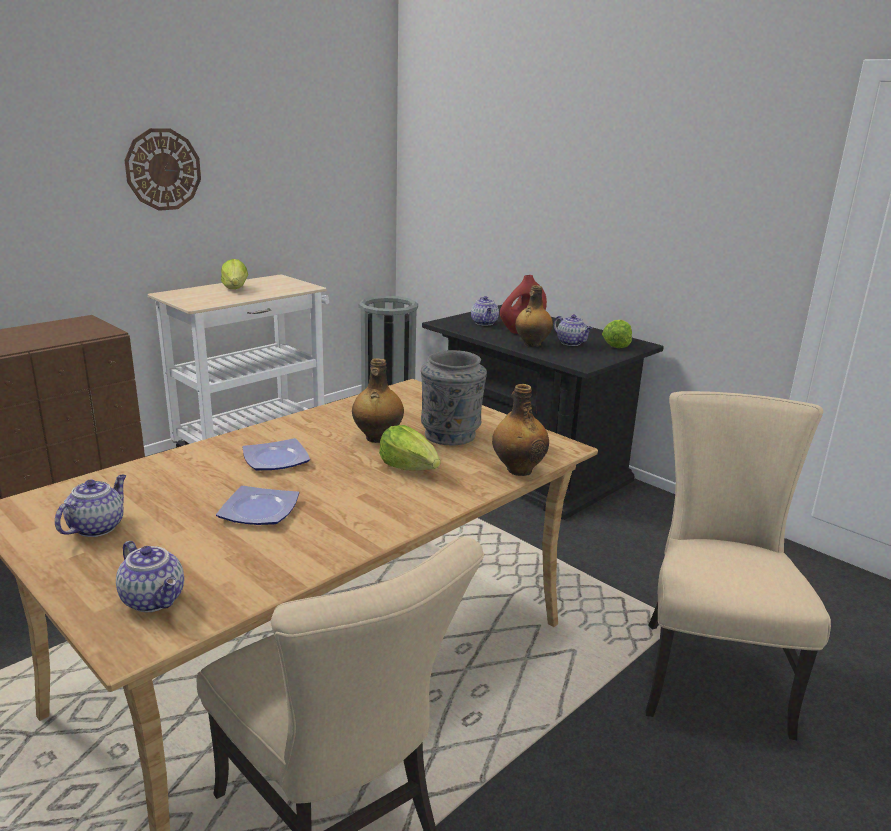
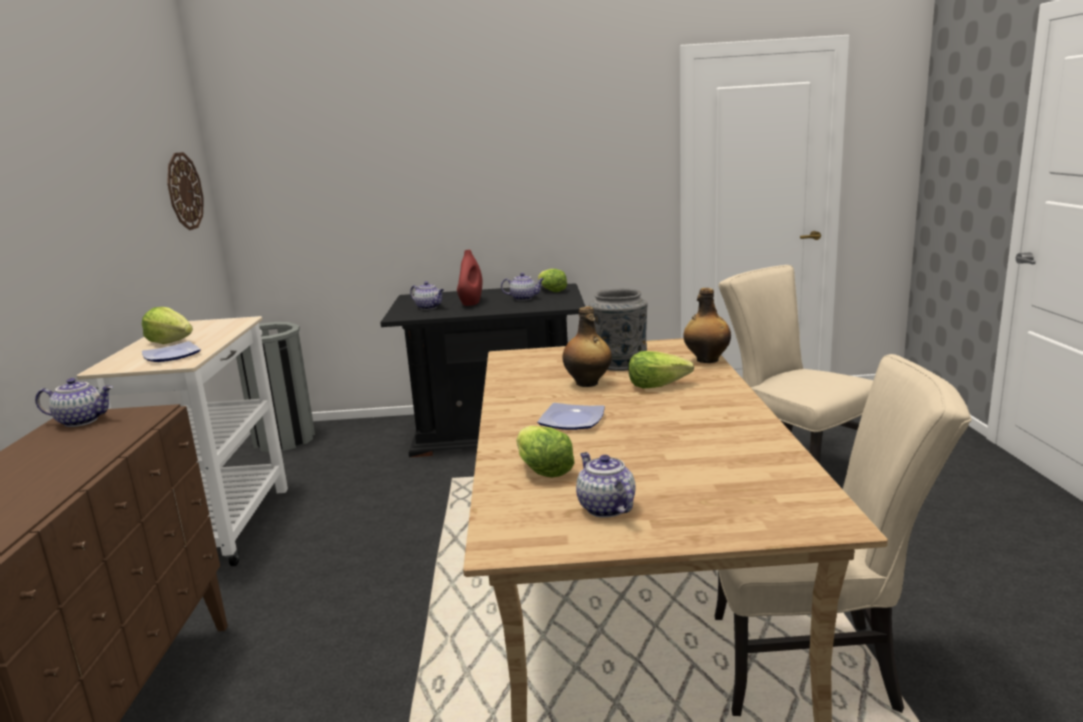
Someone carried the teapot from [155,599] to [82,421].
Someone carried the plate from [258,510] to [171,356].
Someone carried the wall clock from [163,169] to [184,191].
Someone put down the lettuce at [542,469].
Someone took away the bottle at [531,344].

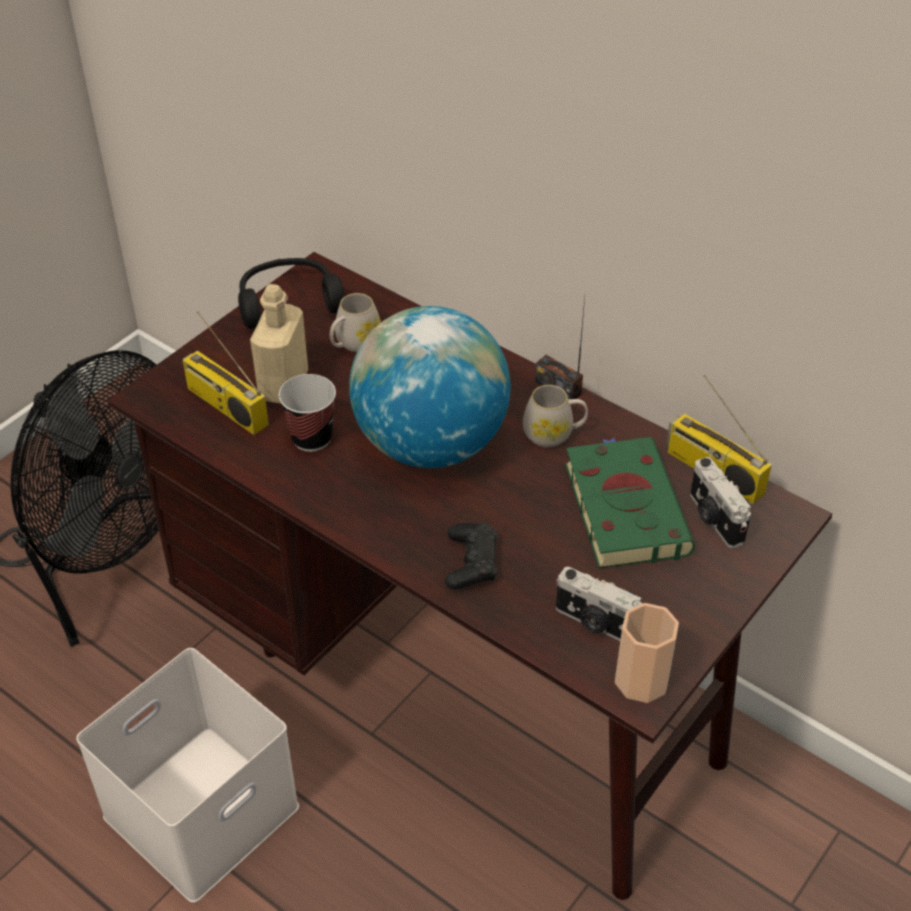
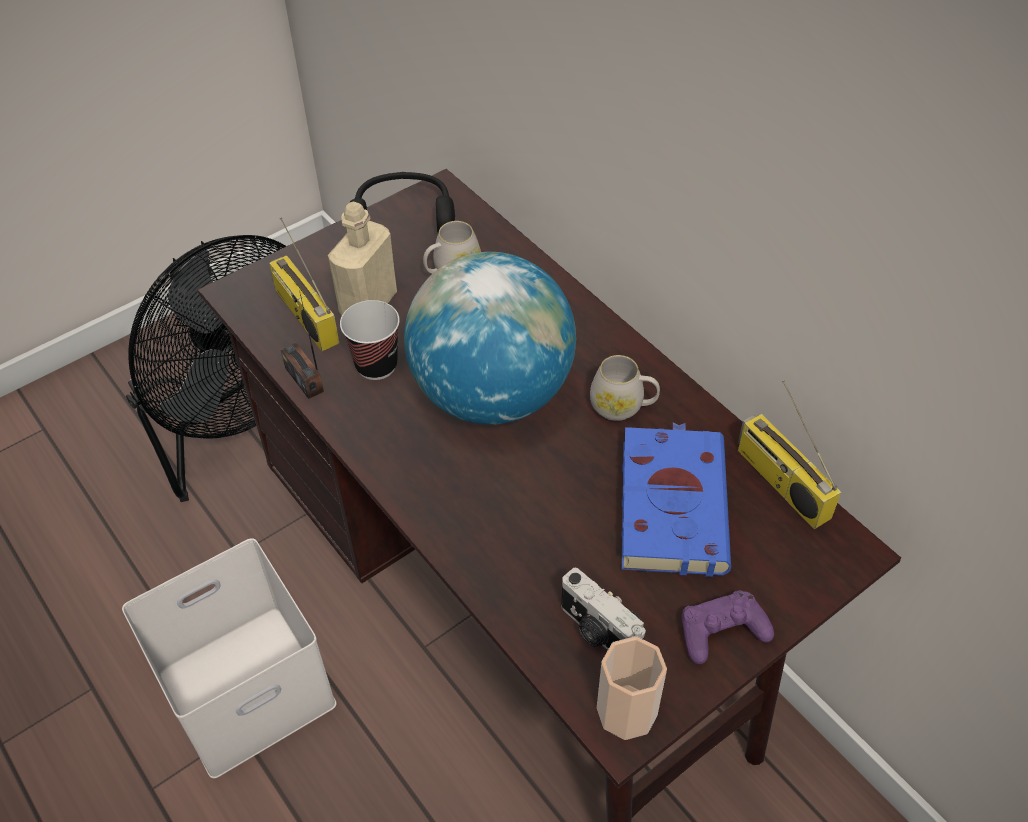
Someone carried the radio from [558,387] to [304,379].
Someone repainted the green book at [623,505], which became the blue book at [671,502].
Someone put down the purple game controller at [722,631].
Someone took away the black game controller at [471,562].
Someone took away the photo camera at [714,519].

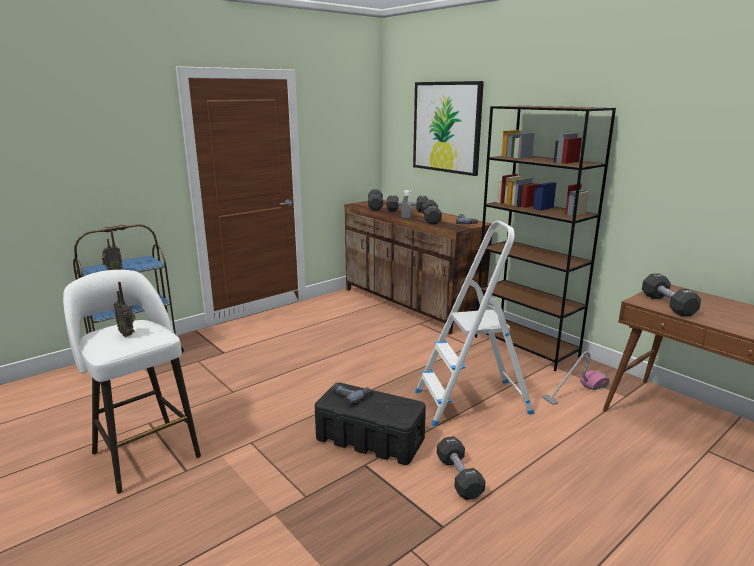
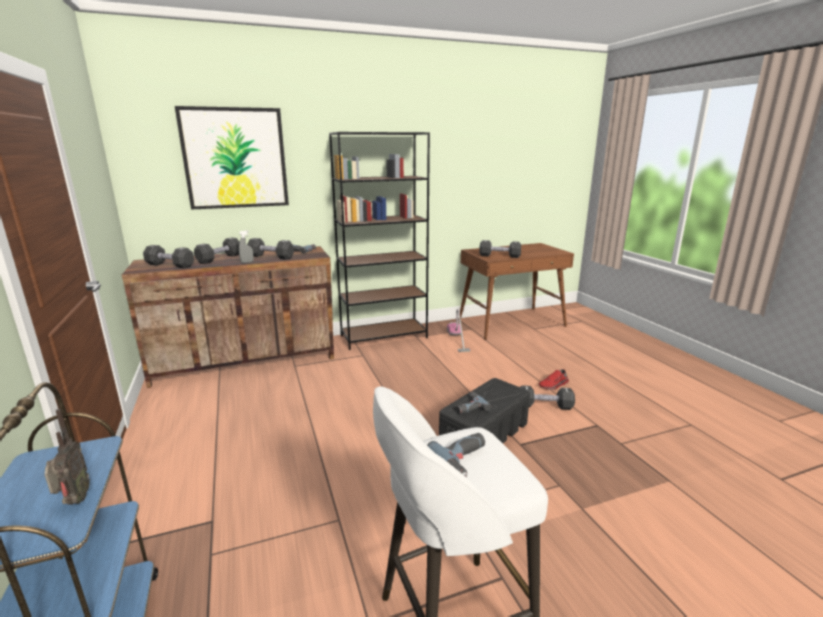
Someone swapped the radio at [128,334] for the power drill at [464,461].
Someone put down the red shoe at [554,385].
Someone took away the white step ladder at [471,402].

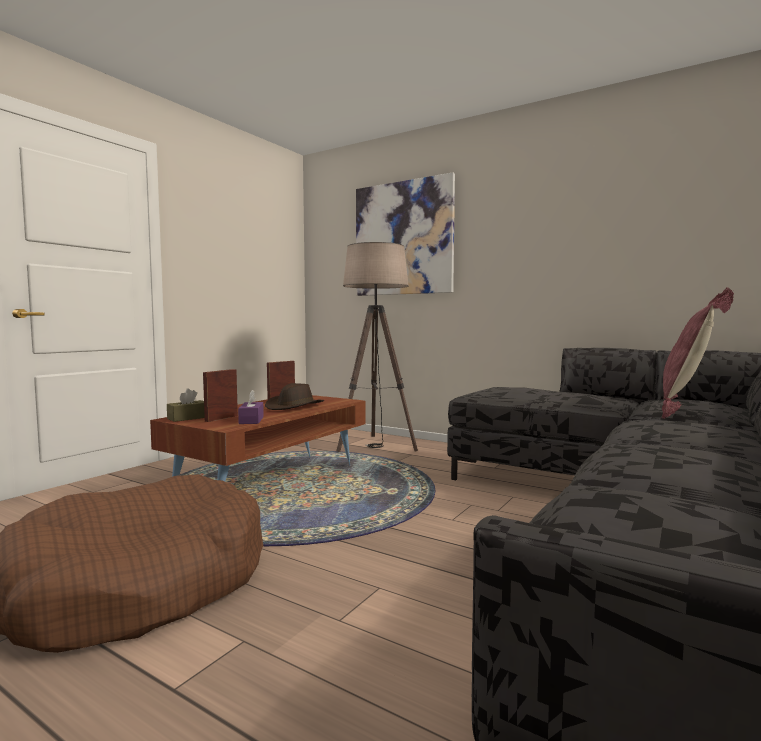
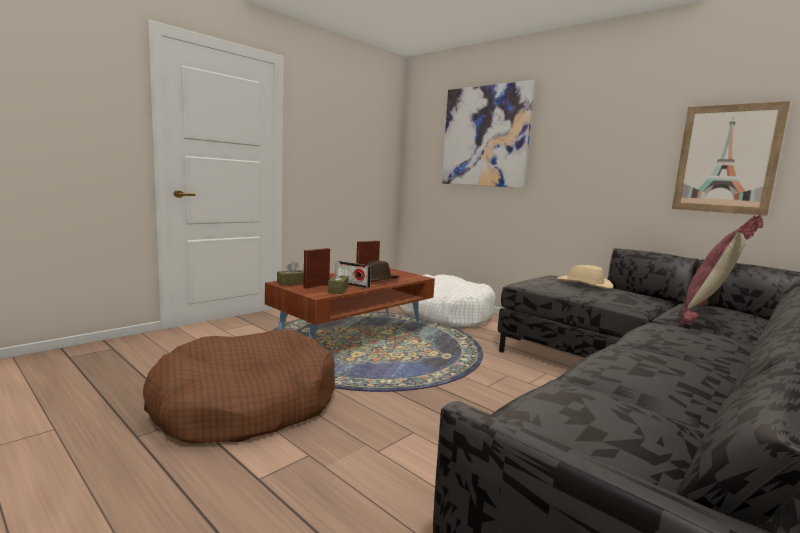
Someone repainted the purple tissue box at [251,420], which became the brown tissue box at [338,290].
Someone put down the radio at [352,284].
Someone swapped the floor lamp at [376,446] for the white dog bed at [445,314].
Someone put down the beige hat at [584,284].
Someone put up the picture at [726,159].

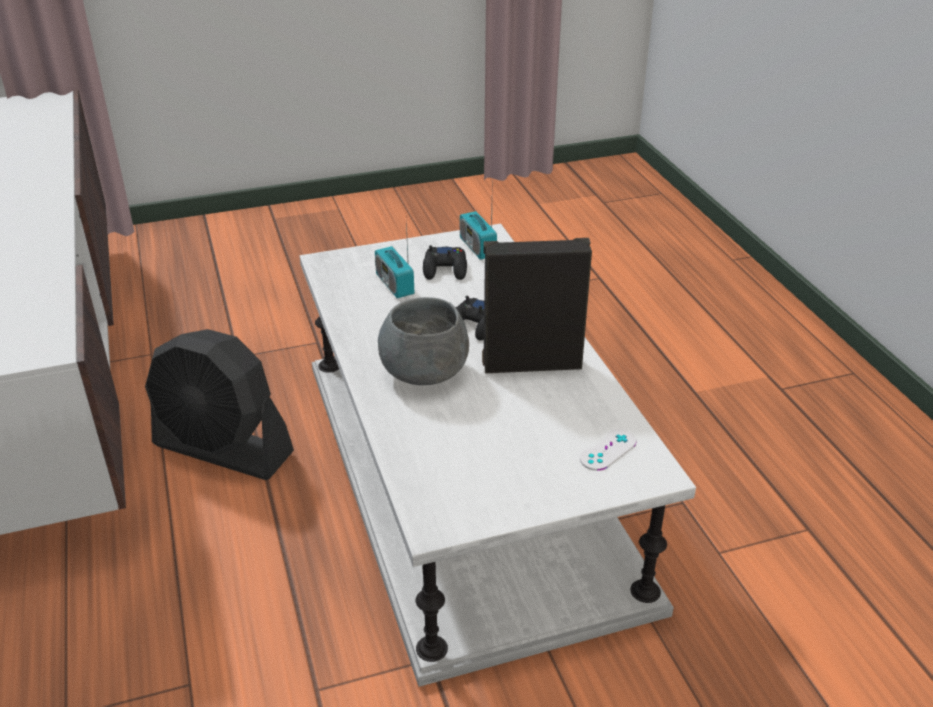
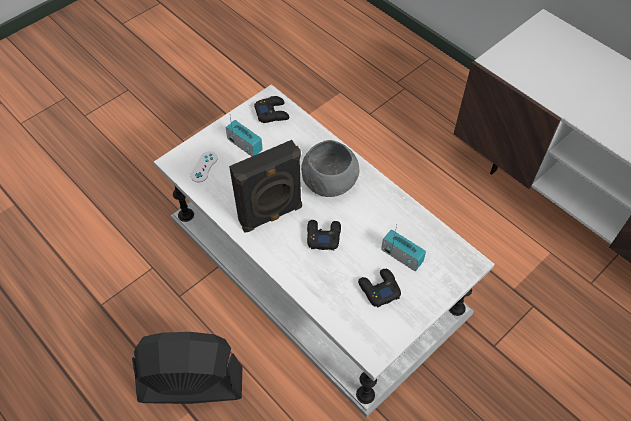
Someone carried the black fan from [223,449] to [190,384].
Someone carried the radio from [477,247] to [245,145].
Someone put down the black game controller at [272,113].

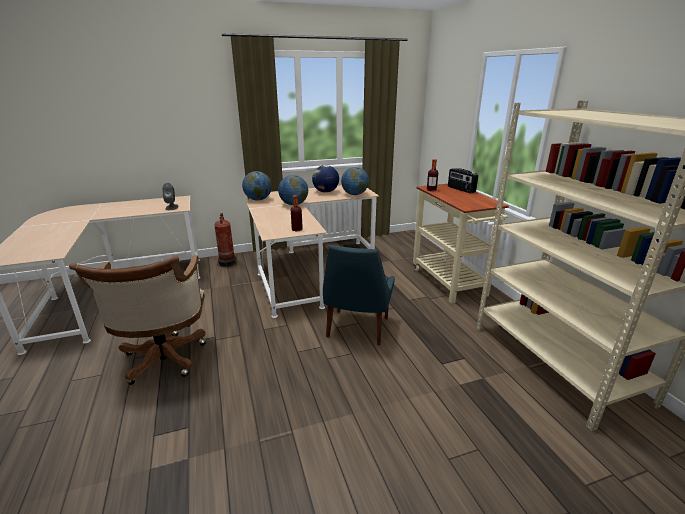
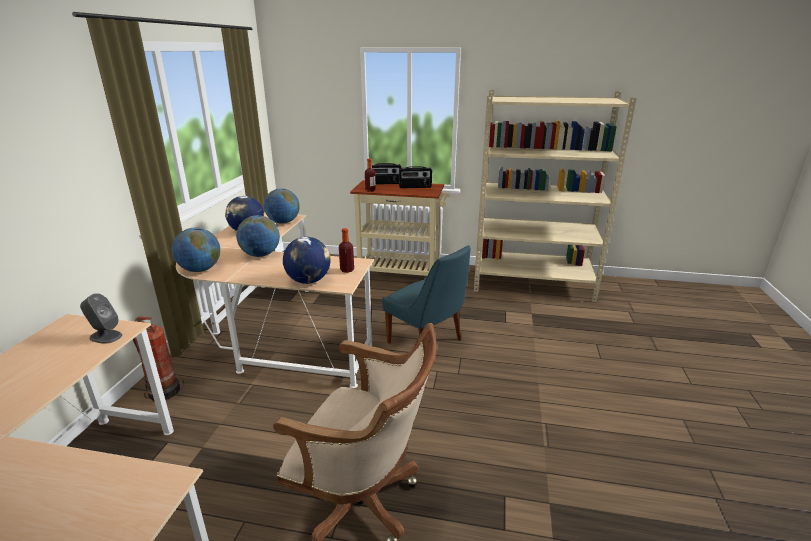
Someone put down the globe at [309,281].
Someone put down the radio at [415,187].

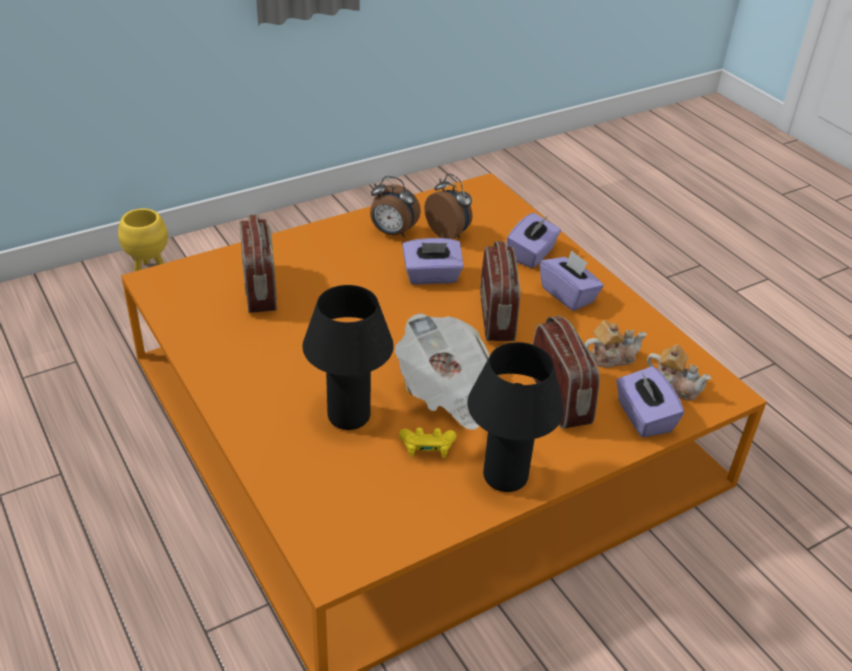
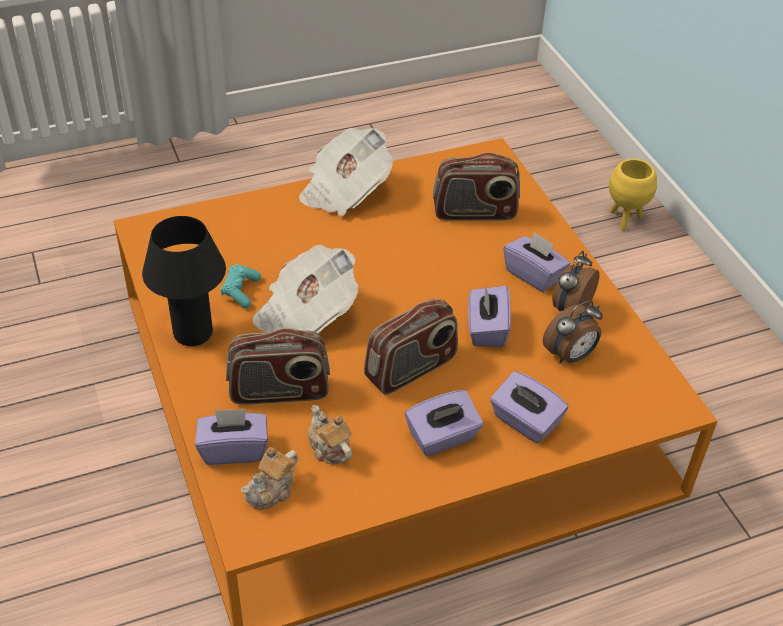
Someone repainted the yellow game controller at [427,448], which became the turquoise game controller at [240,291].
Someone put down the newspaper at [344,191].
Someone rotated the teapot at [611,357] by 150 degrees clockwise.
Someone rotated the radio at [497,317] by 45 degrees counterclockwise.
Someone put down the purple tissue box at [534,275].
Someone took away the black table lamp at [349,416].

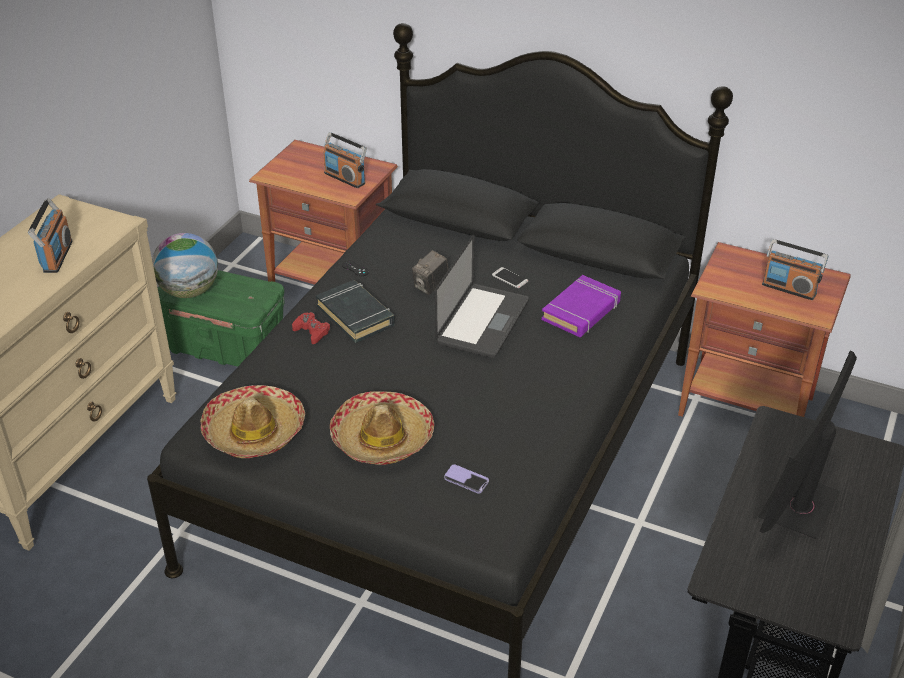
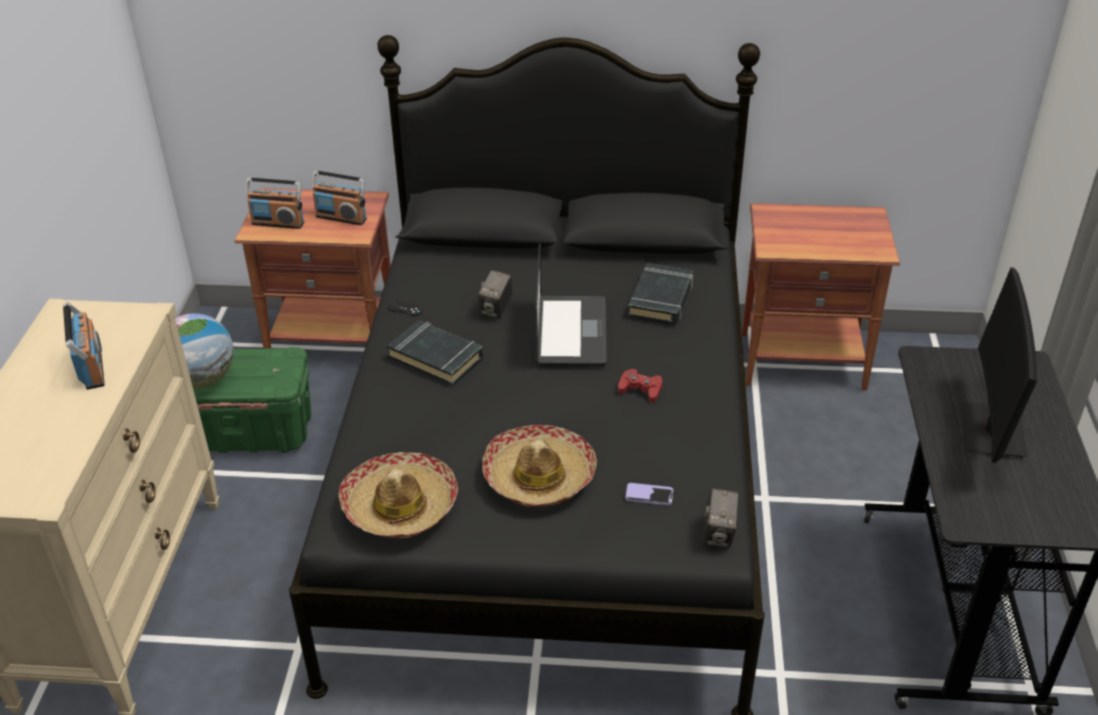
Someone carried the radio from [789,289] to [278,223].
Someone carried the red game controller from [312,332] to [640,389].
Someone repainted the purple book at [581,311], which became the black book at [661,299].
Someone put down the photo camera at [719,534].
Someone took away the phone at [510,278].

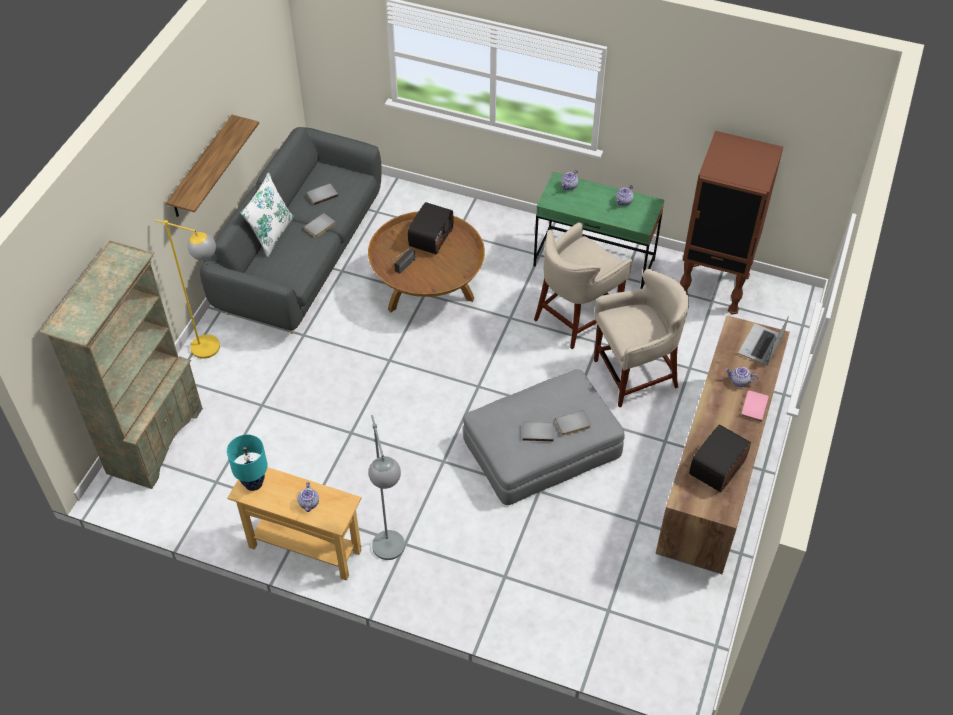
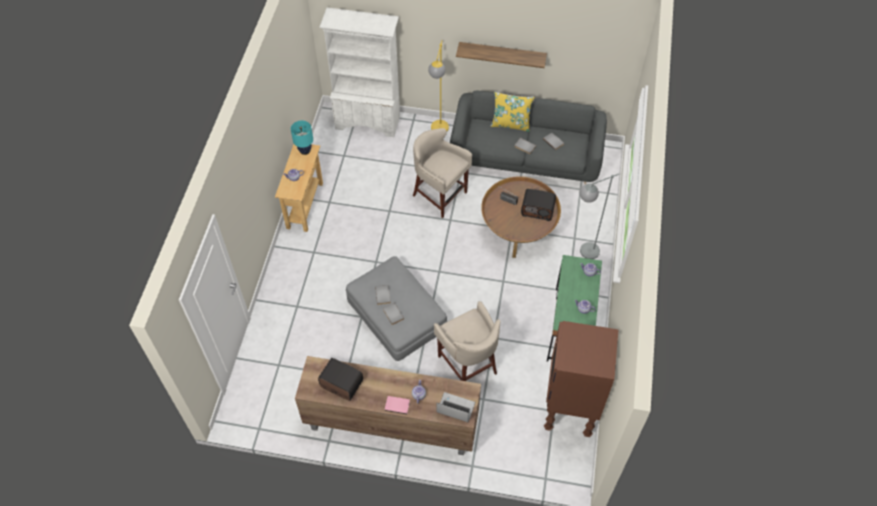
Someone repainted the green bookcase at [154,440], which became the white bookcase at [368,121].
Someone carried the beige stool from [576,318] to [439,195].
Someone repainted the white pillow at [271,234], which became the yellow pillow at [510,124].
Someone carried the grey floor lamp from [391,556] to [583,254].

